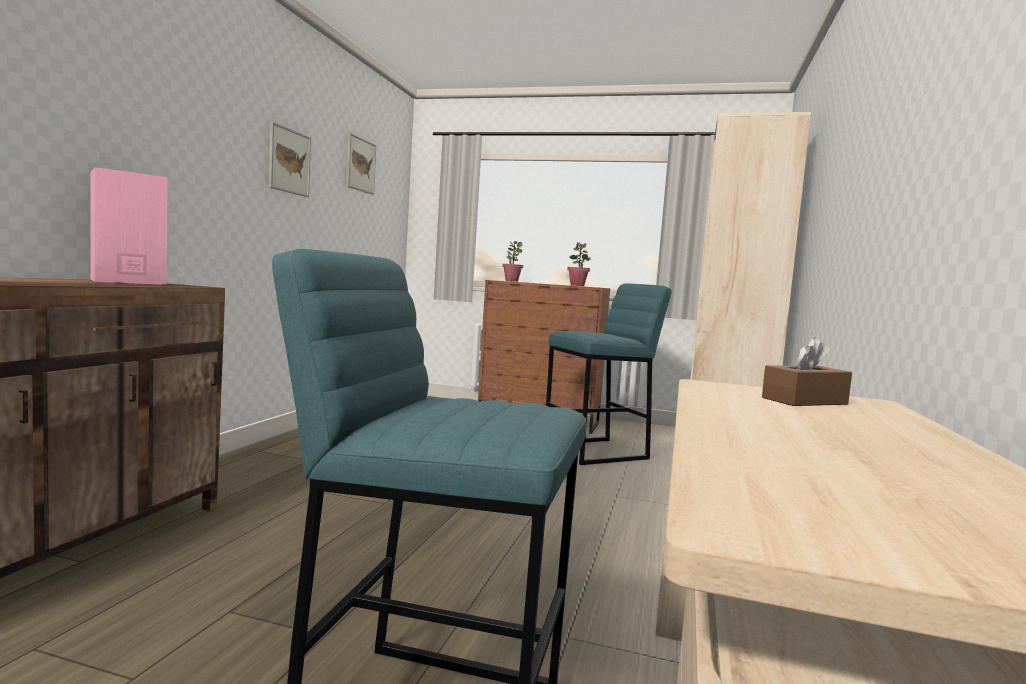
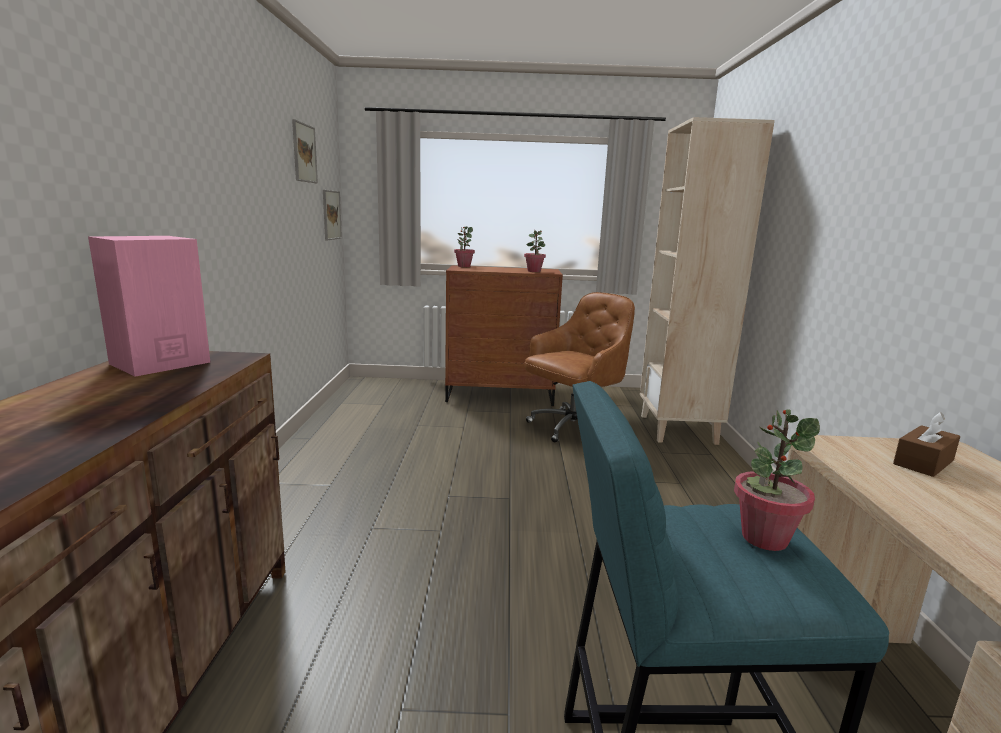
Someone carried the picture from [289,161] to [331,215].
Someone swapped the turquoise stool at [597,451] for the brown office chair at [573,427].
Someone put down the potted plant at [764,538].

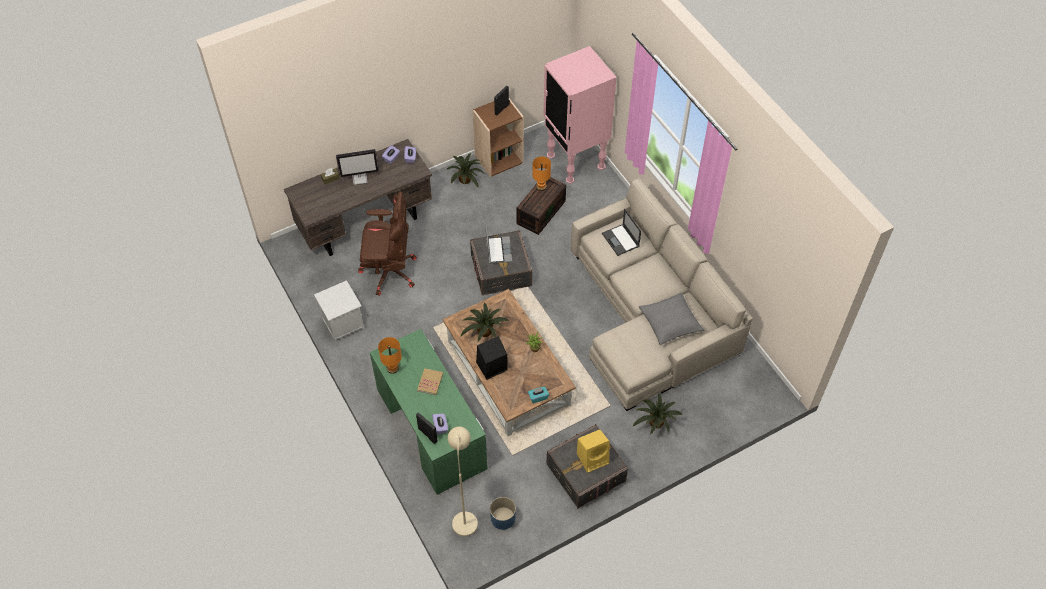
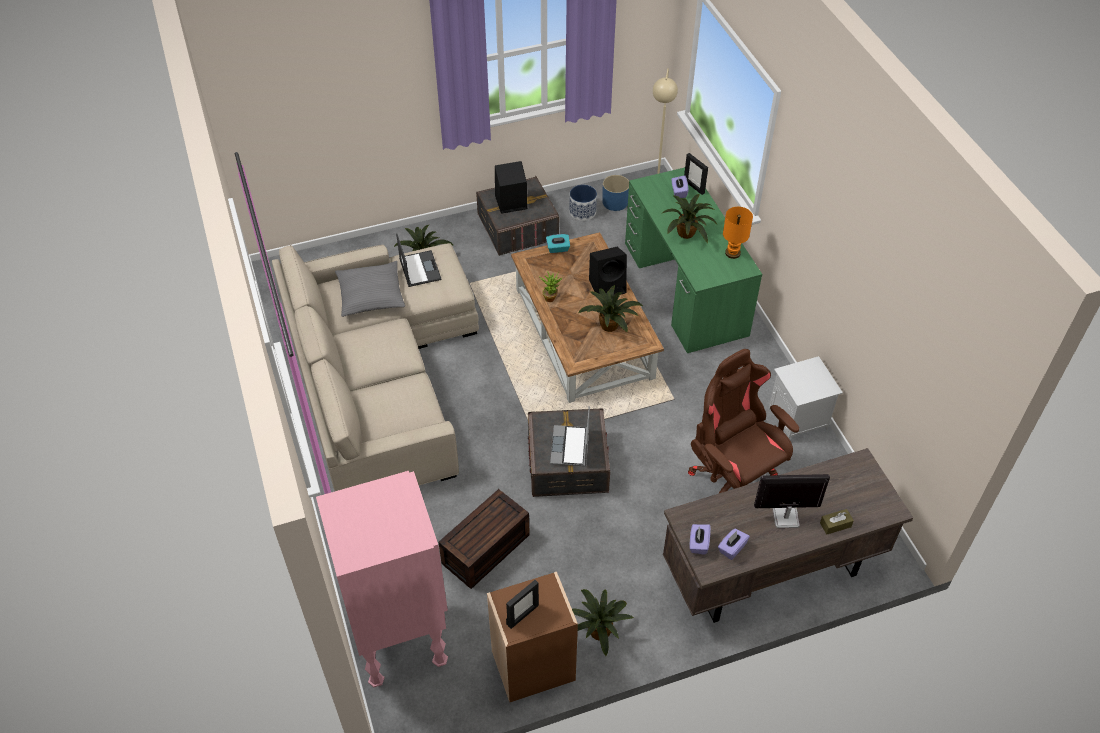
Someone carried the laptop from [621,240] to [419,268].
Someone repainted the yellow speaker at [593,457], which became the black speaker at [510,203].
Someone put down the planter at [582,211].
Someone swapped the book at [430,382] for the potted plant at [687,233].
Someone rotated the brown office chair at [388,272] by 45 degrees clockwise.
Someone took away the orange table lamp at [541,187].

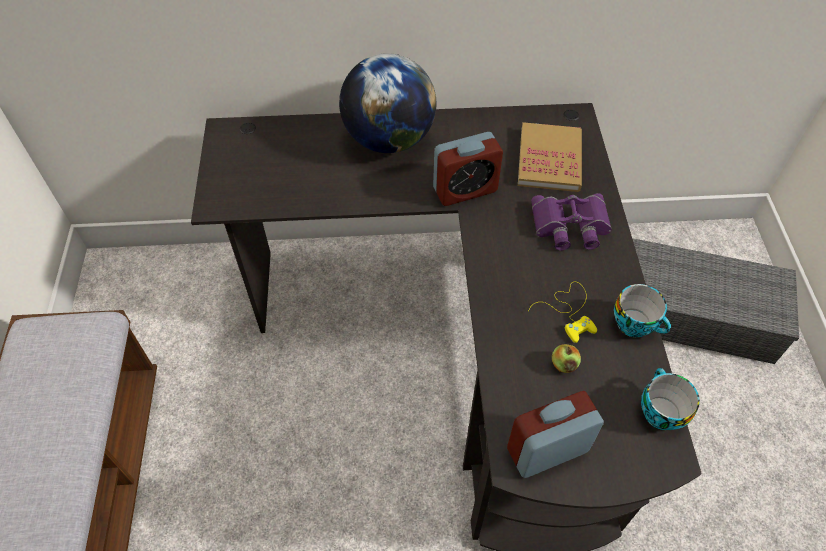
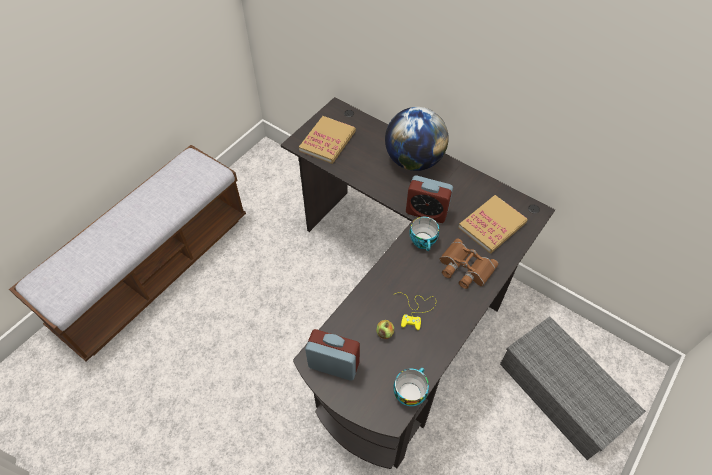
Someone put down the book at [327,141].
Someone carried the cup from [636,324] to [424,242].
Someone repainted the purple binoculars at [570,226], which became the brown binoculars at [464,268].

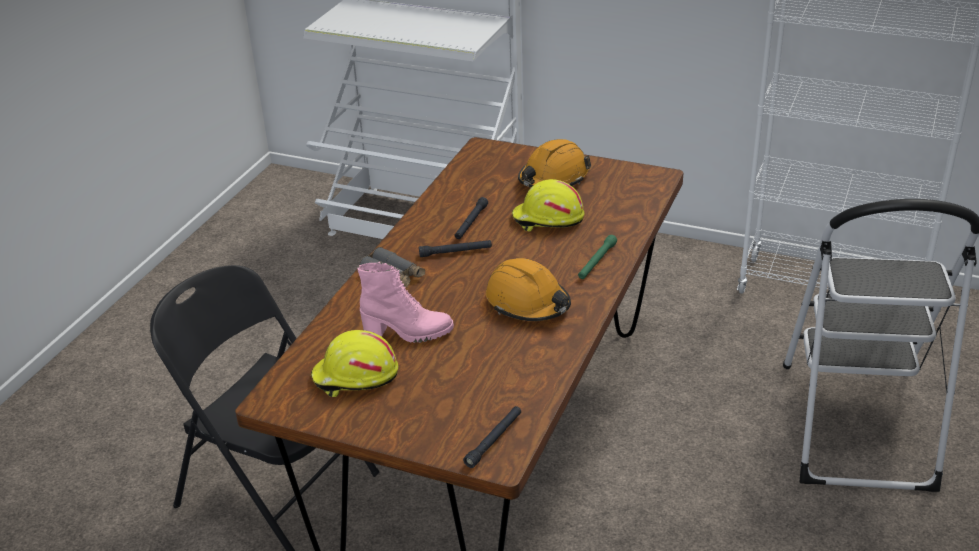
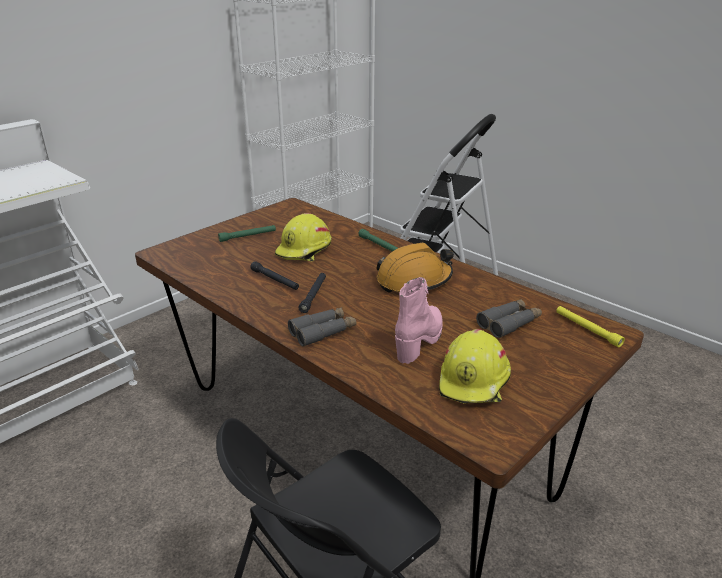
Someone swapped the orange hard hat at [553,178] for the green flashlight at [248,236].
Someone put down the grey binoculars at [509,323].
Someone repainted the black flashlight at [494,440], which became the yellow flashlight at [587,329].

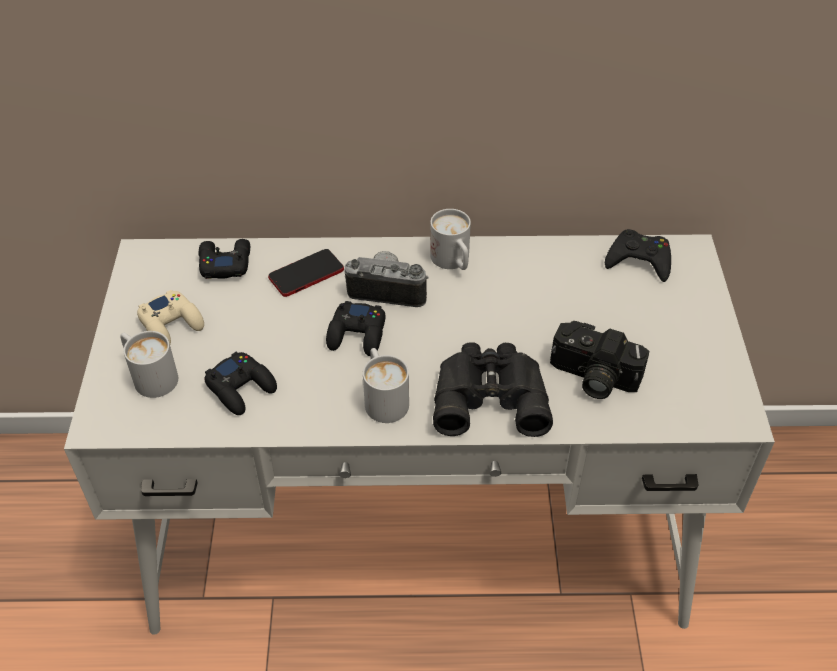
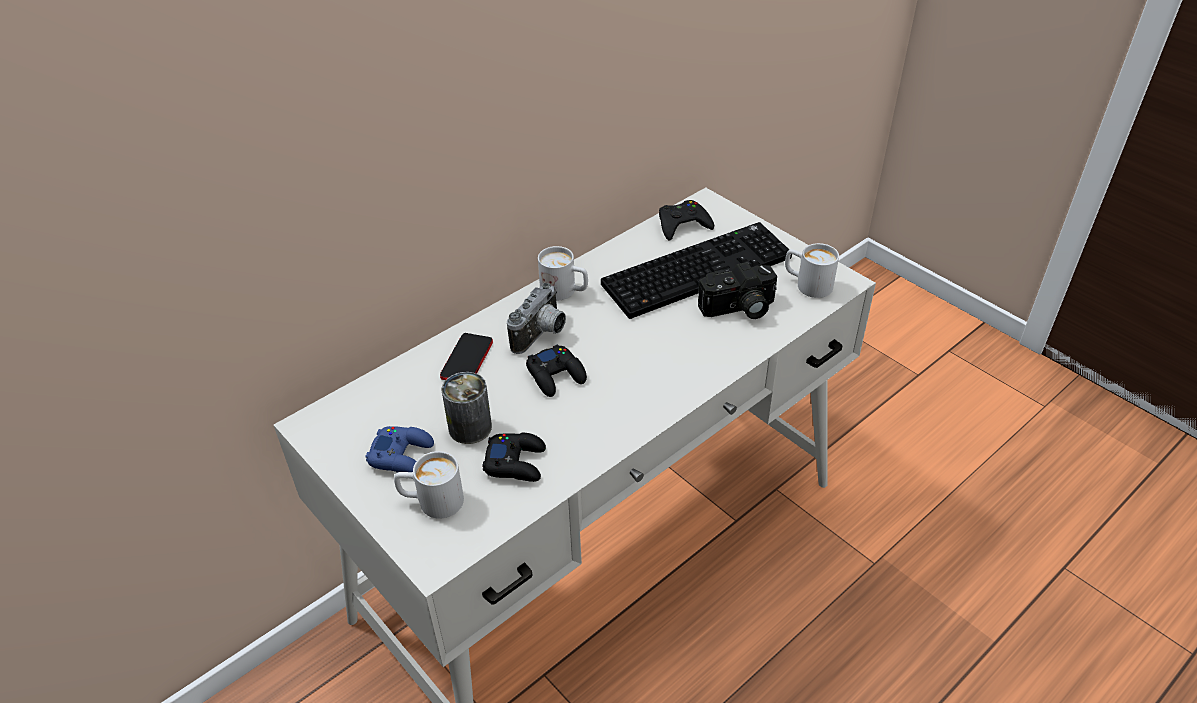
Someone repainted the beige game controller at [172,324], which became the blue game controller at [402,456].
Someone put down the can at [470,427].
Someone rotated the photo camera at [388,290] by 150 degrees clockwise.
Someone put down the keyboard at [697,269].
Someone carried the white mug from [383,398] to [807,284].
Someone took away the black game controller at [225,263].
Someone took away the black binoculars at [489,394].

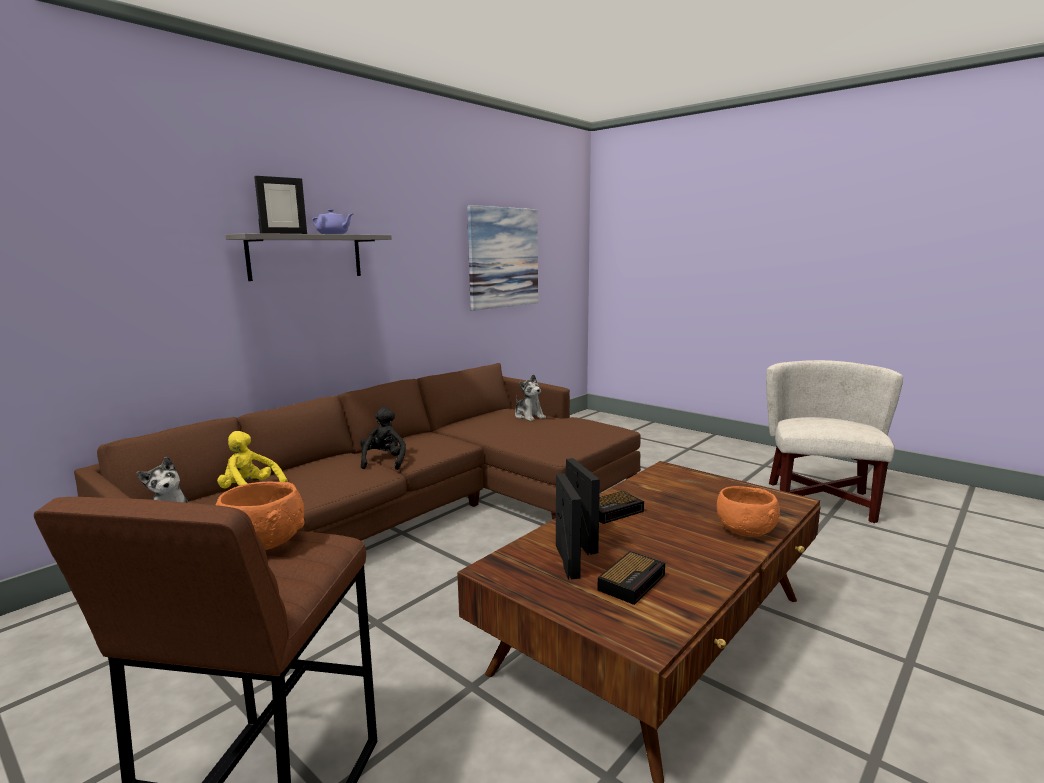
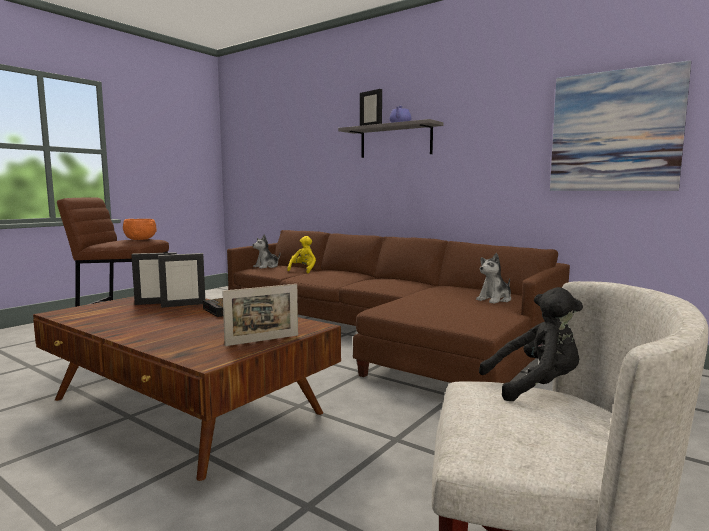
Someone put down the picture frame at [262,340].
Someone carried the black plush toy from [384,461] to [535,387].
Someone took away the alarm clock at [632,581].
Someone took away the orange bowl at [745,530].

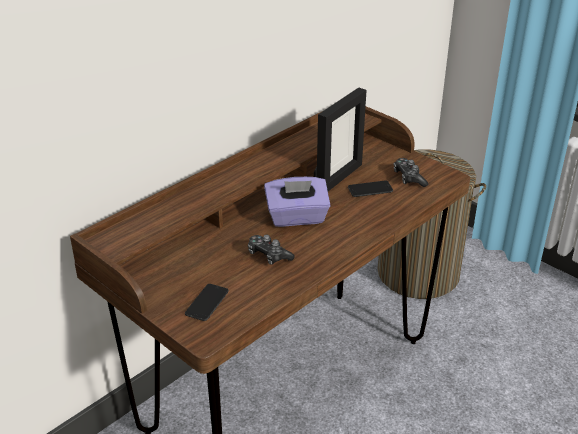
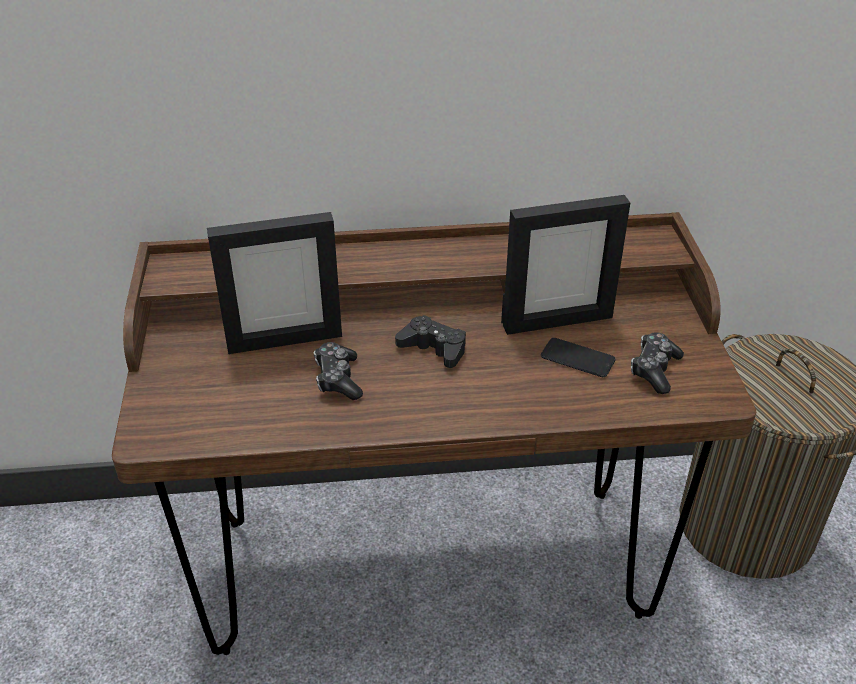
Someone put down the picture frame at [284,339].
Someone swapped the purple tissue box at [297,218] for the black game controller at [434,348].
Someone took away the phone at [207,303].

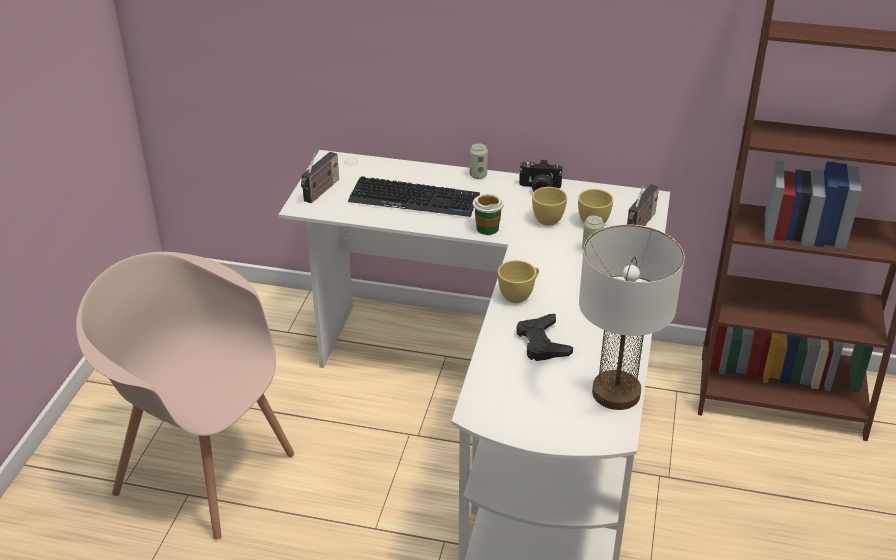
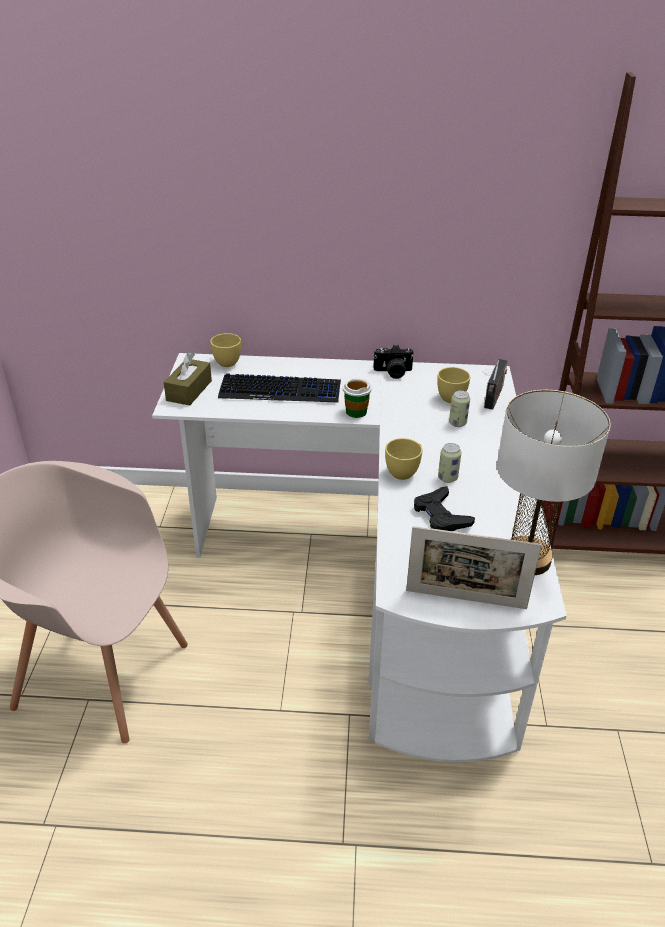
Someone swapped the radio at [321,191] for the brown tissue box at [189,390].
Someone carried the yellow cup from [546,218] to [225,361].
Someone put down the picture frame at [465,599].
Someone carried the can from [478,175] to [447,478].

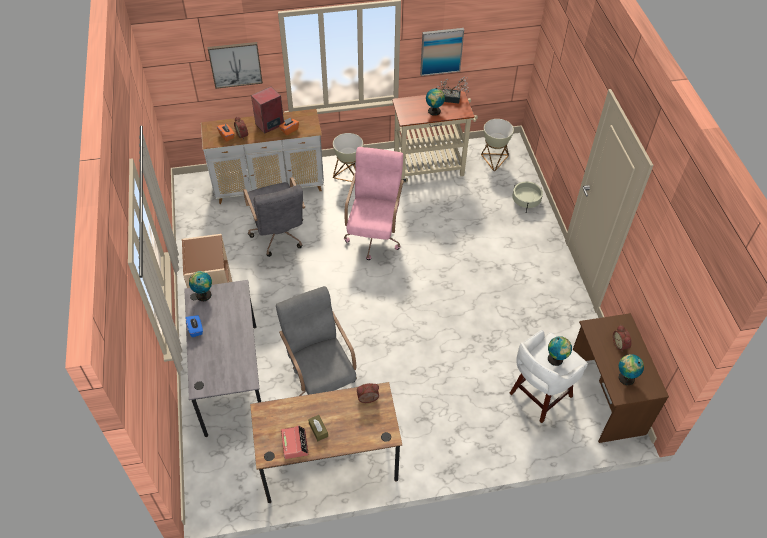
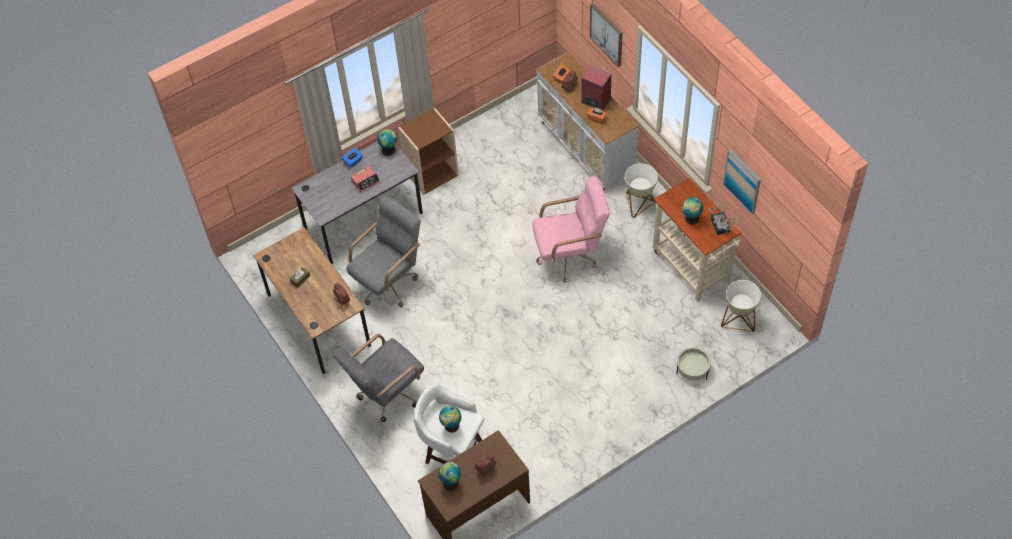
Someone carried the grey office chair from [279,238] to [387,397].
Someone carried the alarm clock from [294,444] to [365,181].

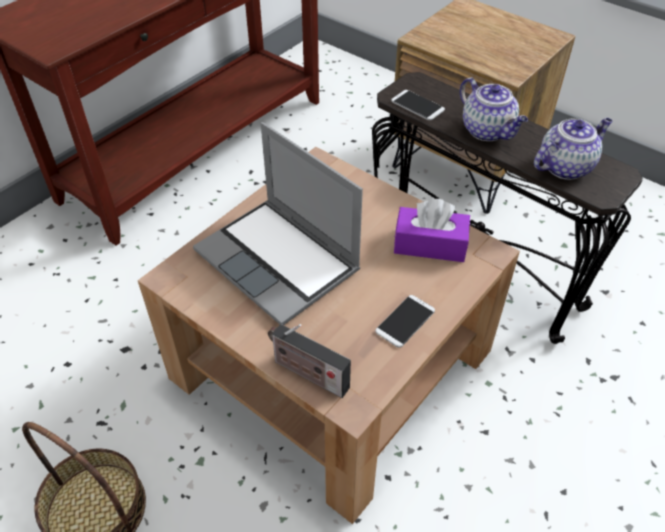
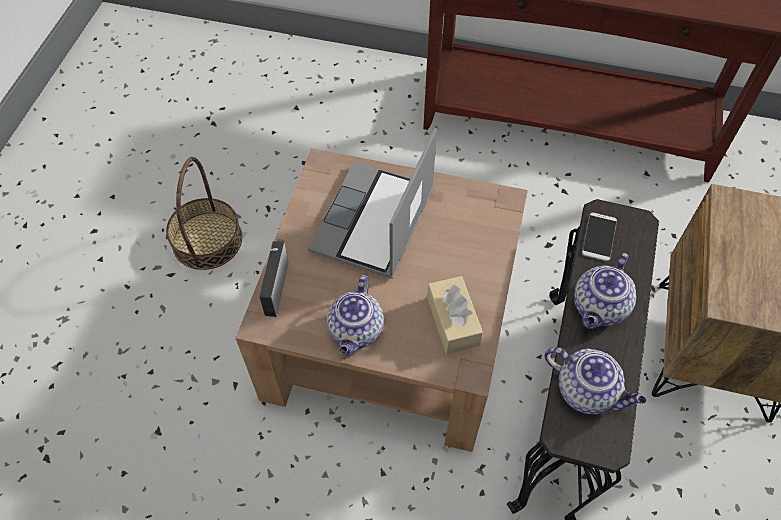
Someone swapped the phone at [405,321] for the teapot at [356,331].
Someone repainted the purple tissue box at [430,245], which became the beige tissue box at [453,321].

